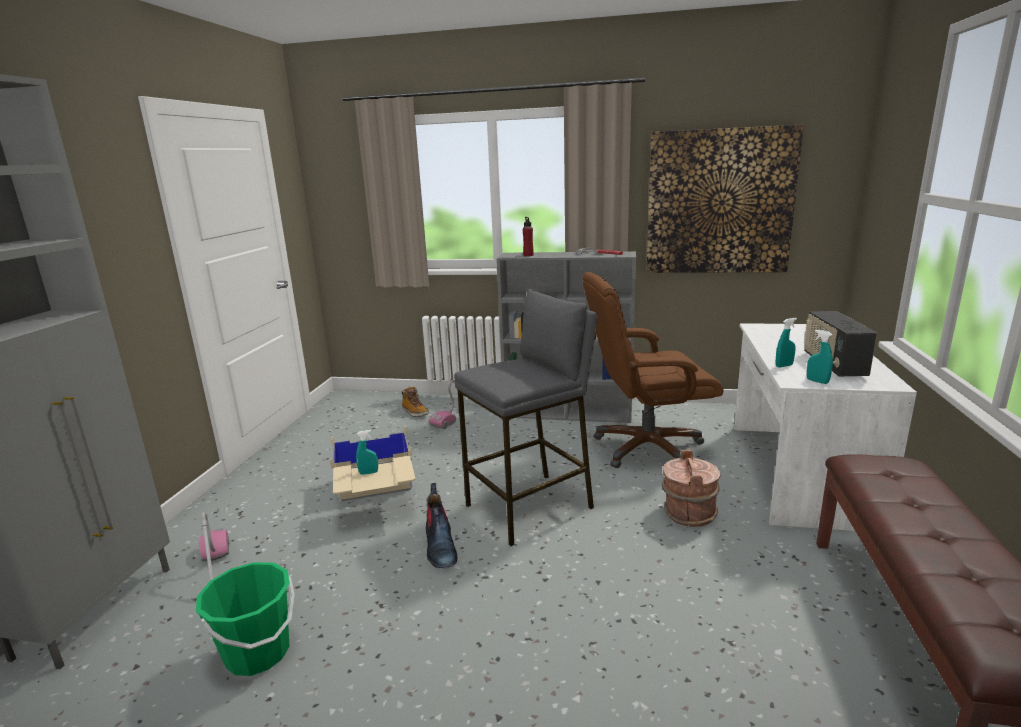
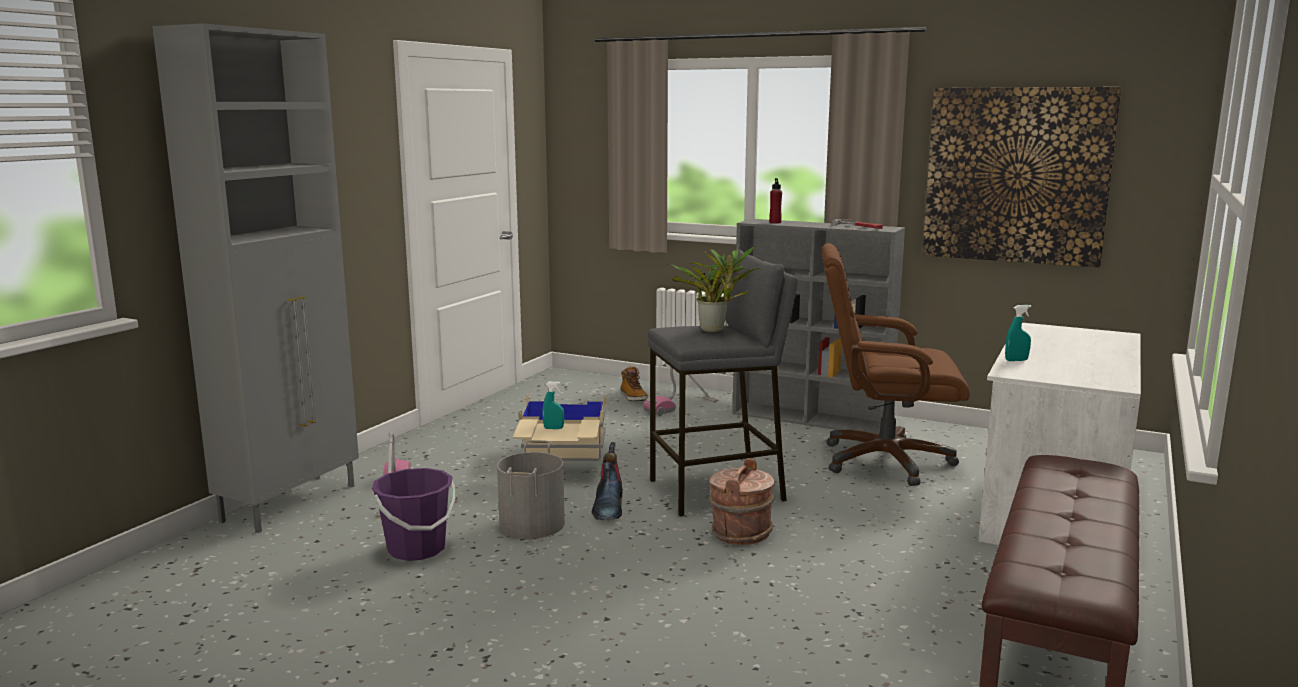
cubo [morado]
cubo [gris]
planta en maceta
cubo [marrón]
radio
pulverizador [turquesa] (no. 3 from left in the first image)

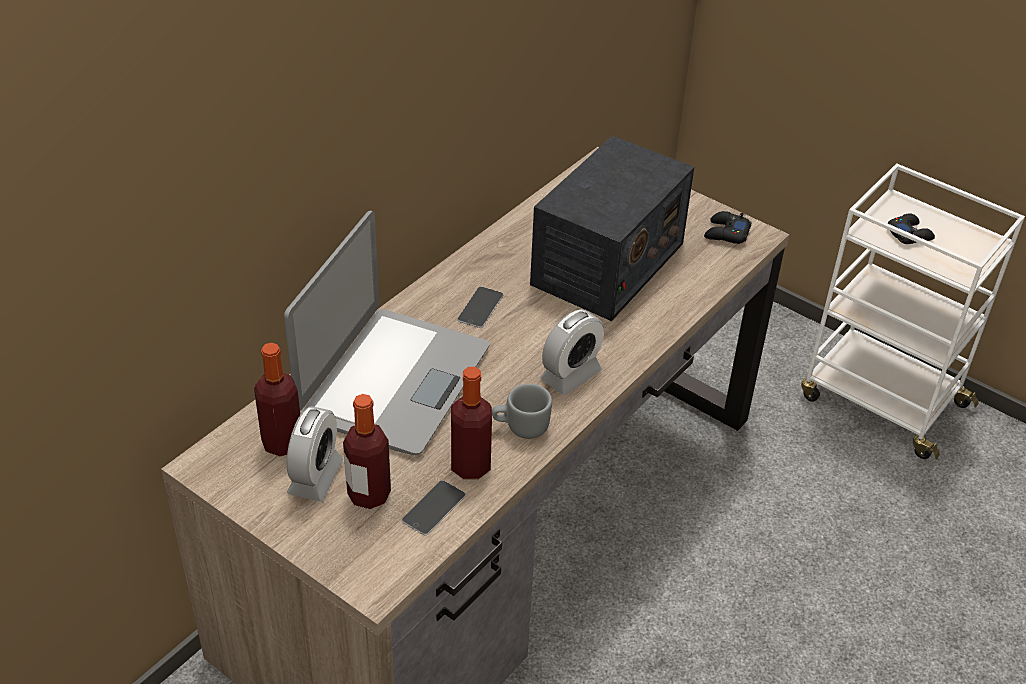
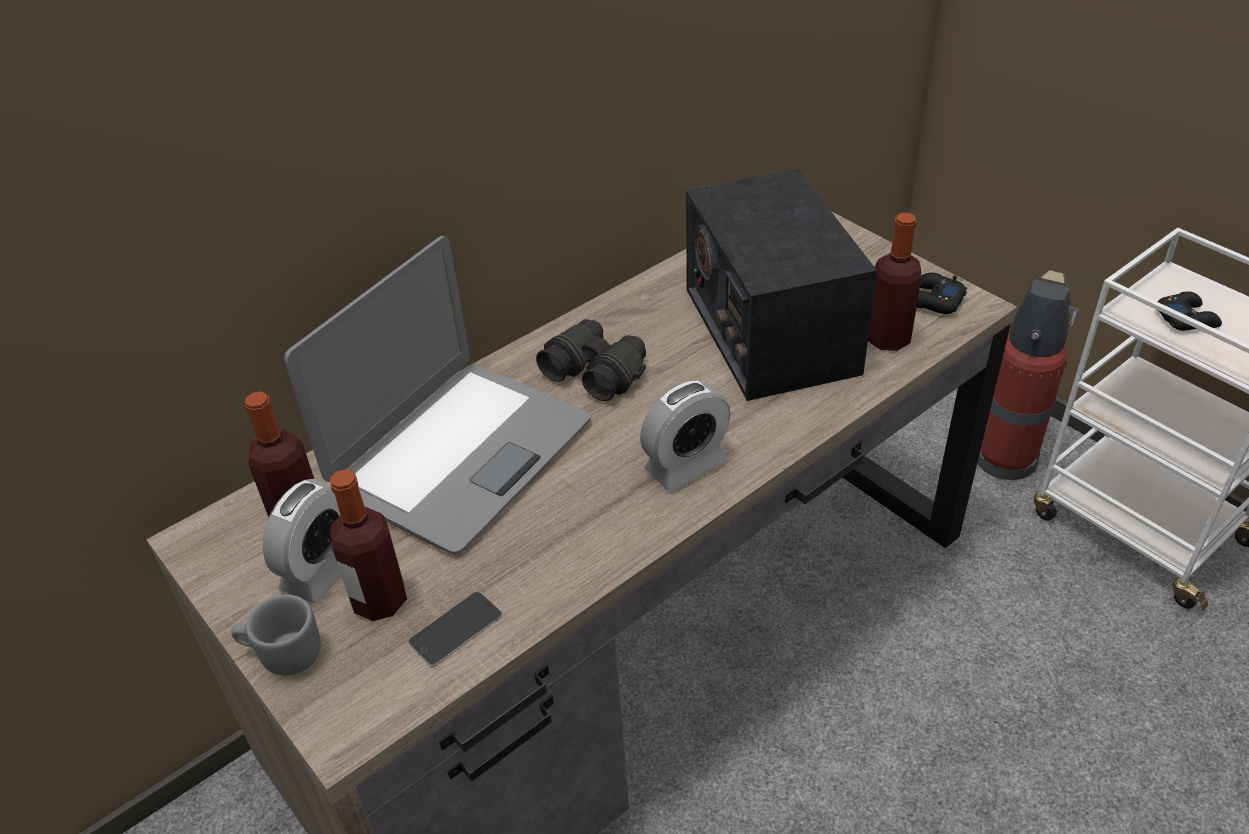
taza grande [gris]
prismáticos [negro]
radio
botella (no. 3 from left)
extintor

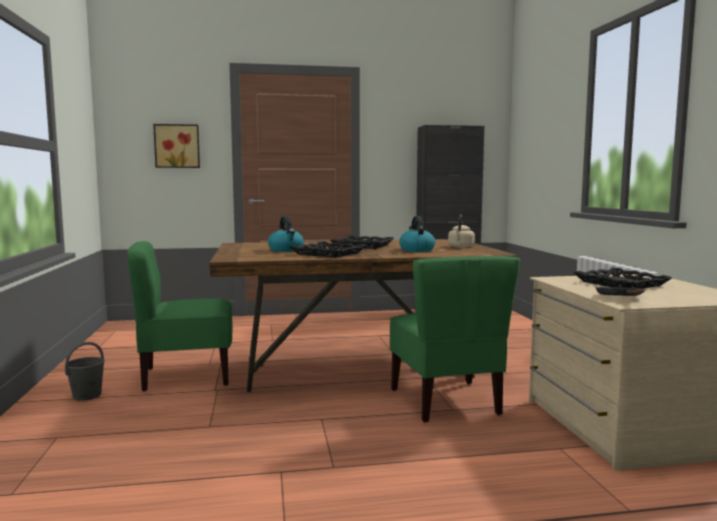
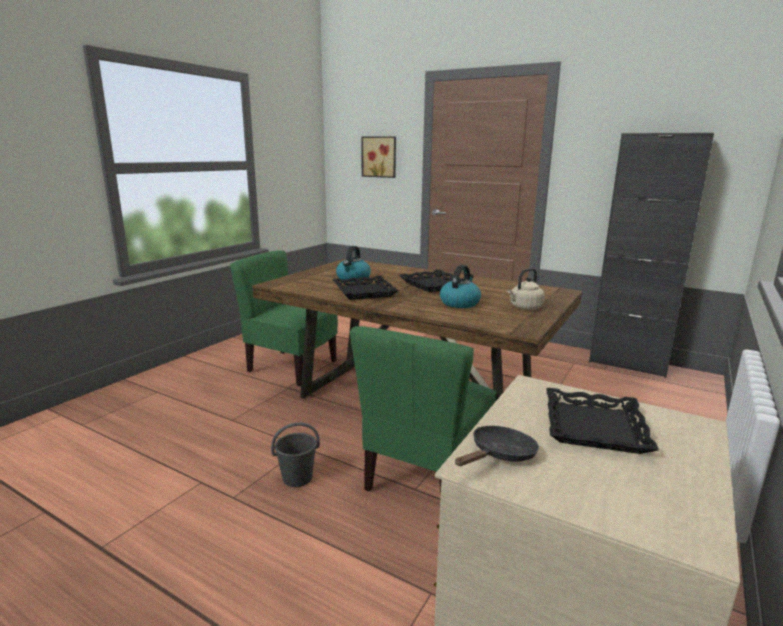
cubo [gris]

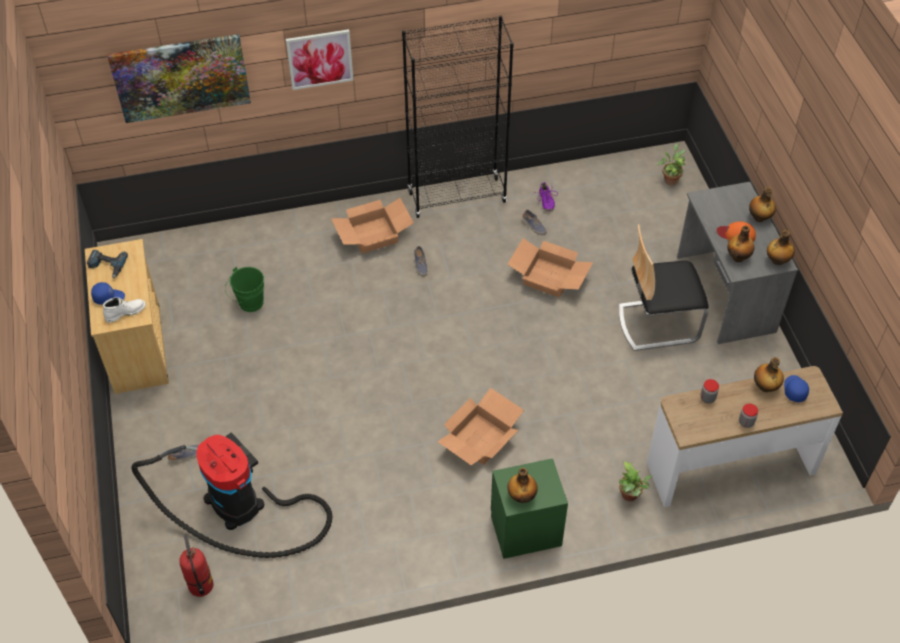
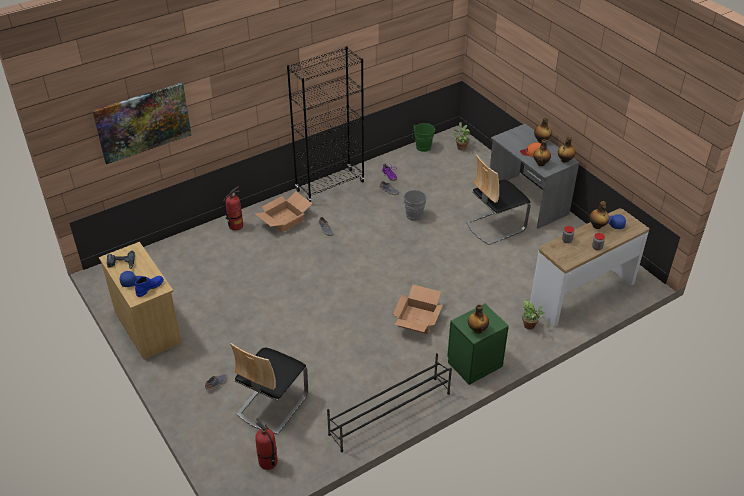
bota [azul]
extintor (no. 1 from left)
silla (no. 1 from left)
zapatero [negro]
cubo [gris]
cubo [verde]
cuadro (no. 2 from left in the first image)

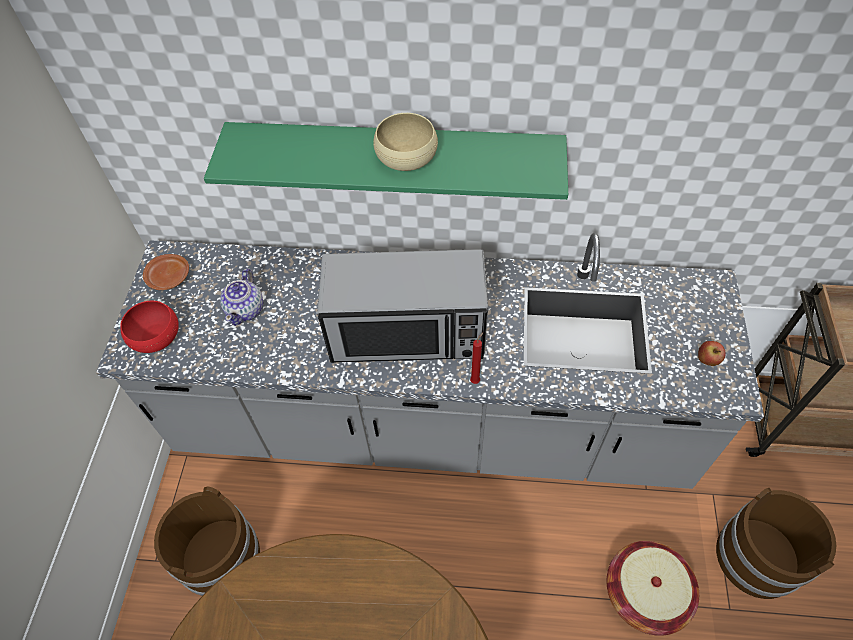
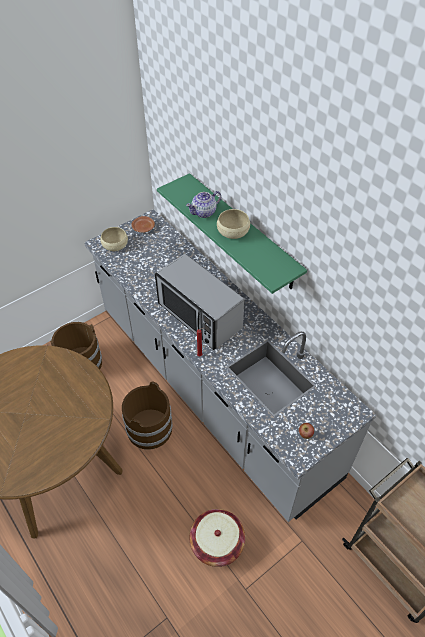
cuenco [beis] (no. 1 from left)
cubo [marrón] (no. 2 from left)
tetera

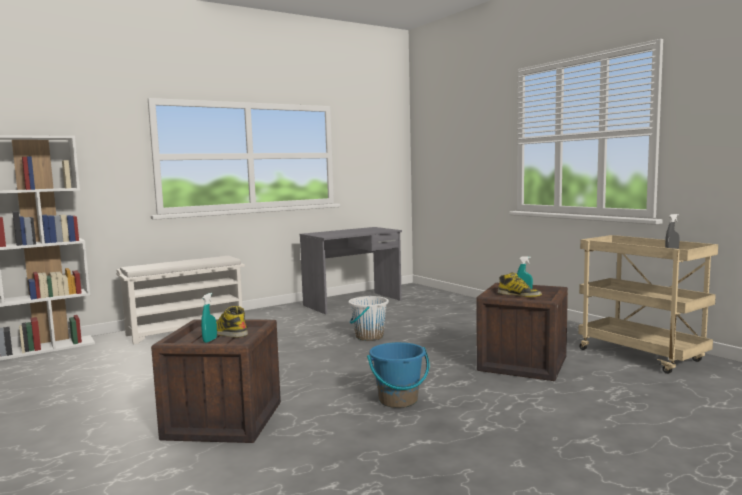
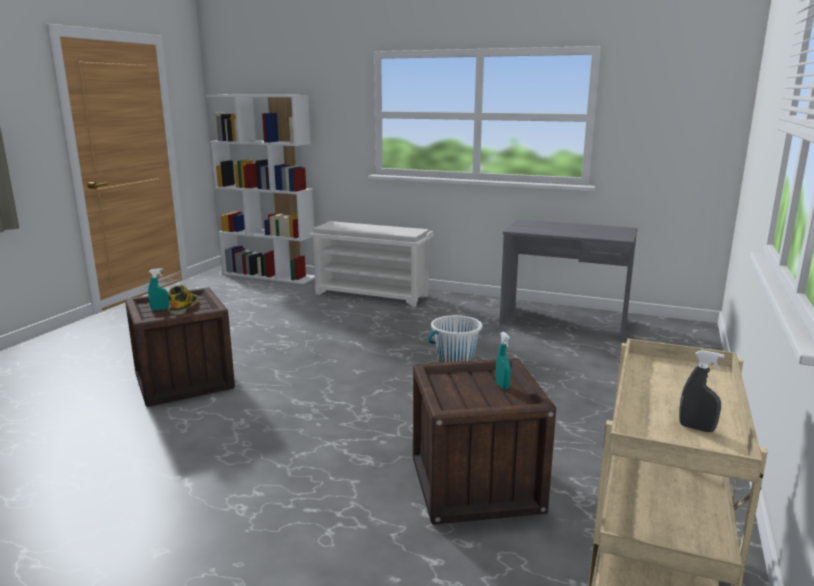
cubo [azul]
bota (no. 2 from left in the first image)

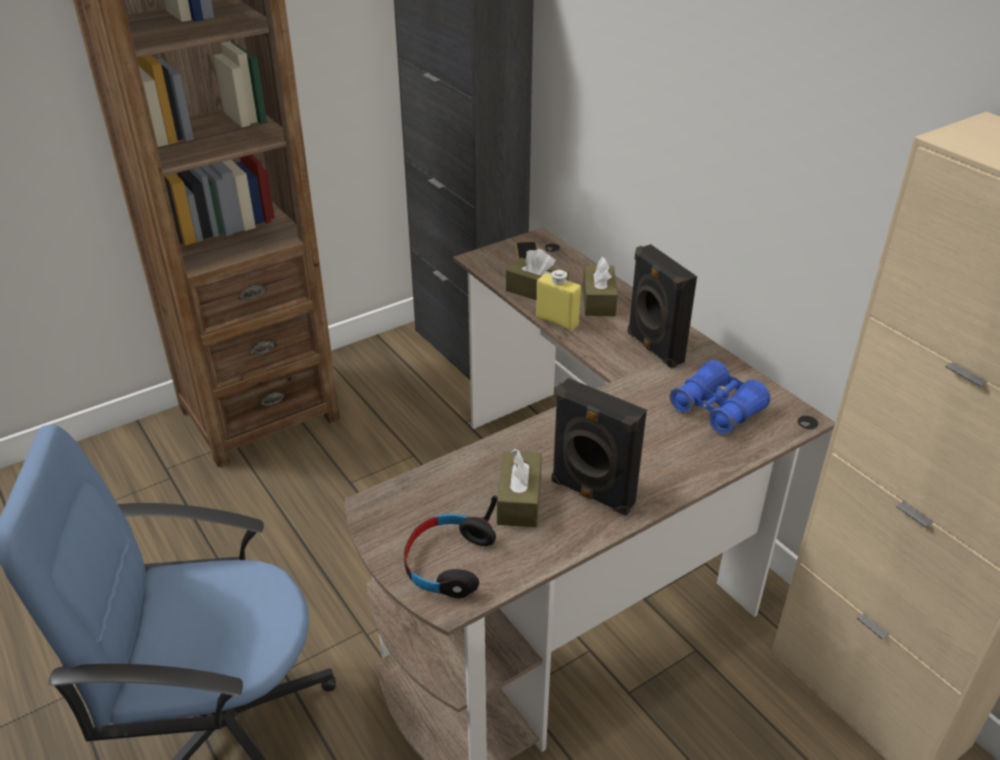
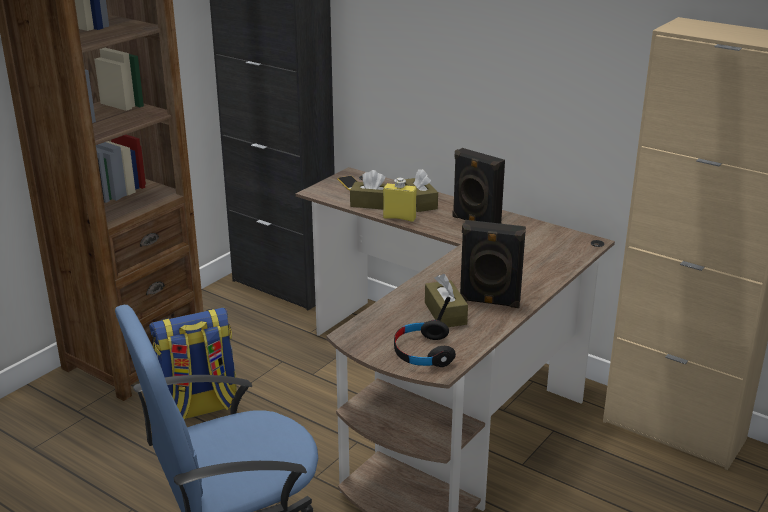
mochila
prismáticos [azul]

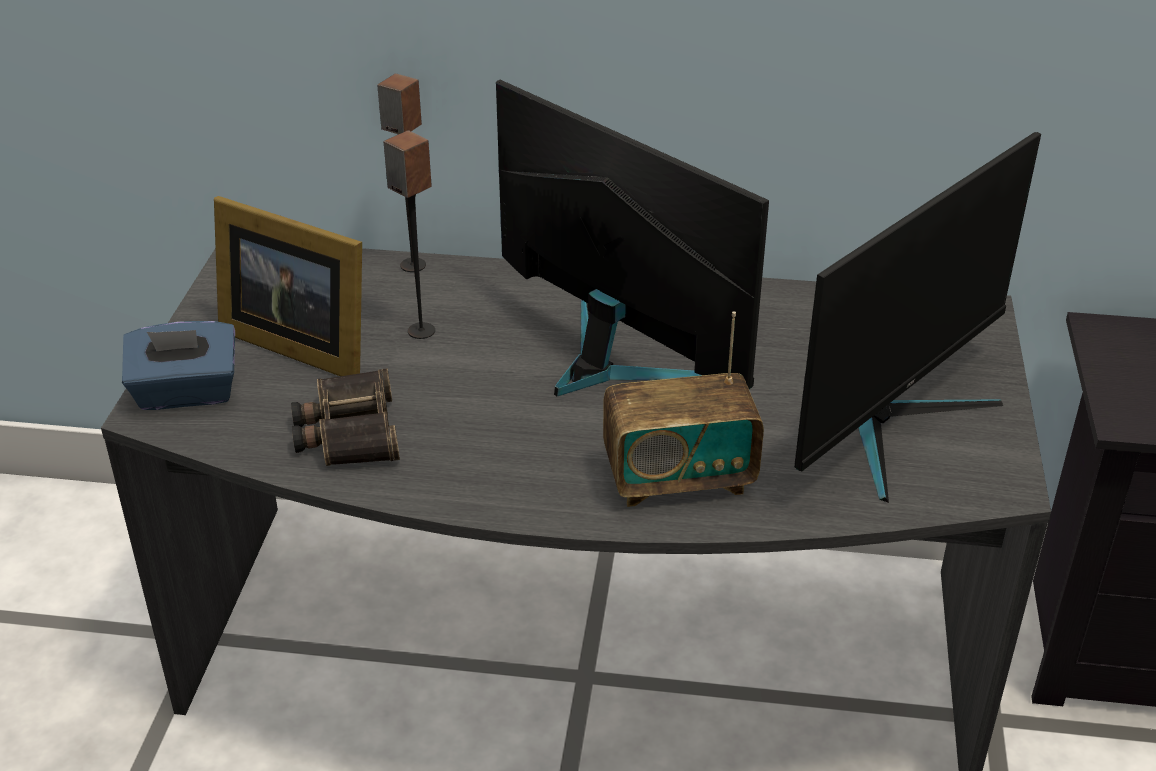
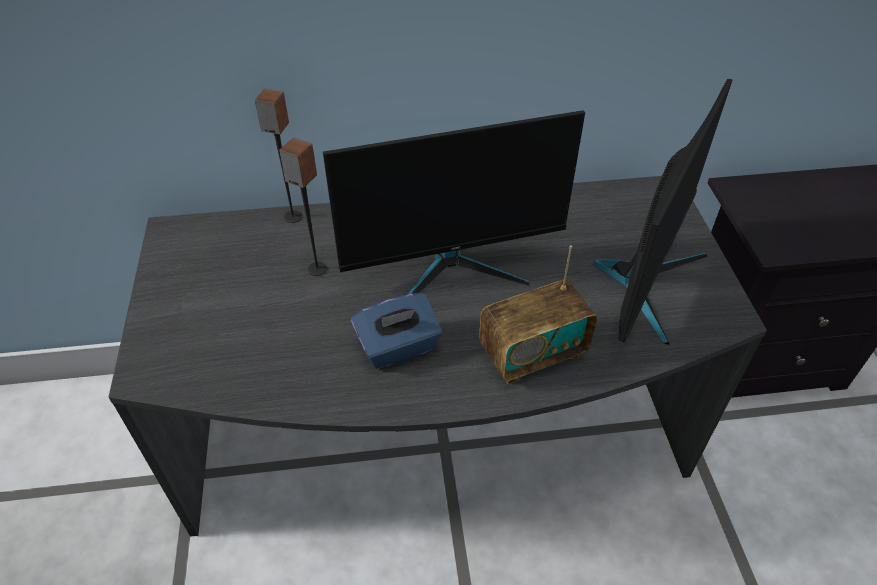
monitor (no. 1 from left)
caja de pañuelos [azul]
portarretratos
prismáticos

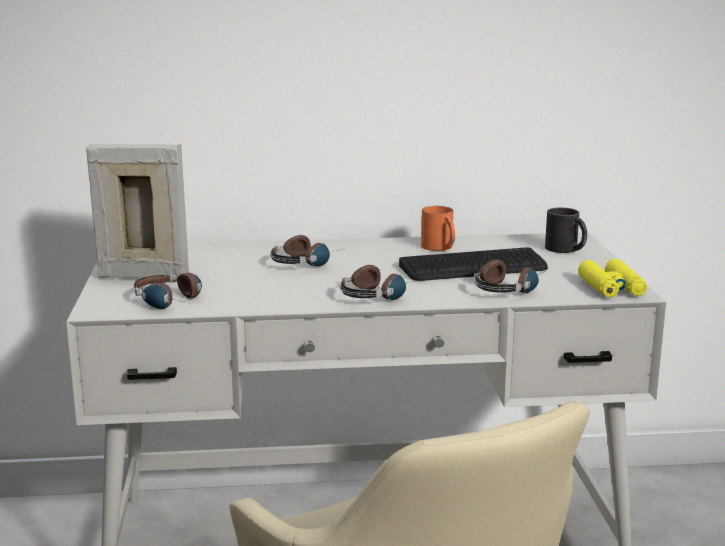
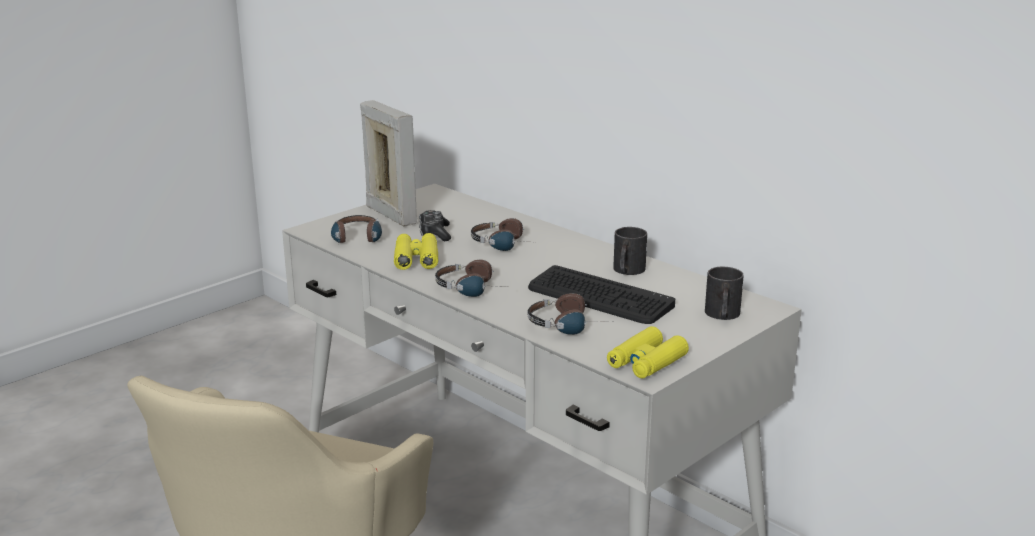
prismáticos [amarillo] (no. 1 from left)
mando de consola
taza grande [negro] (no. 1 from left)

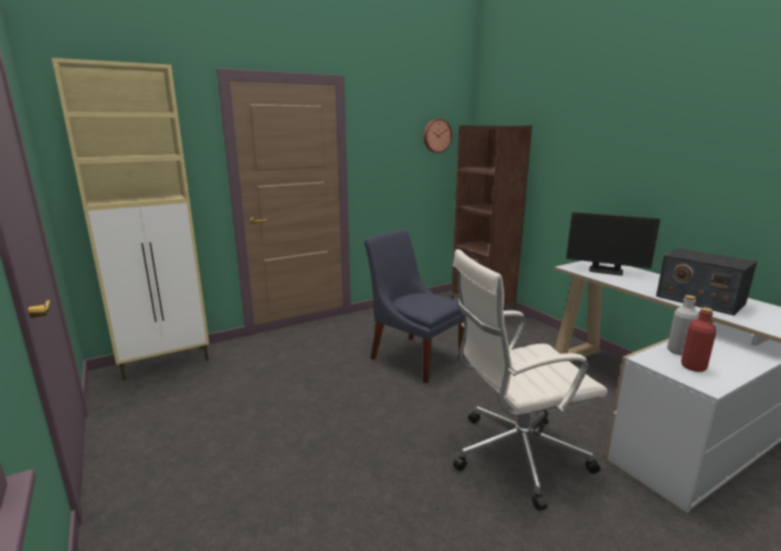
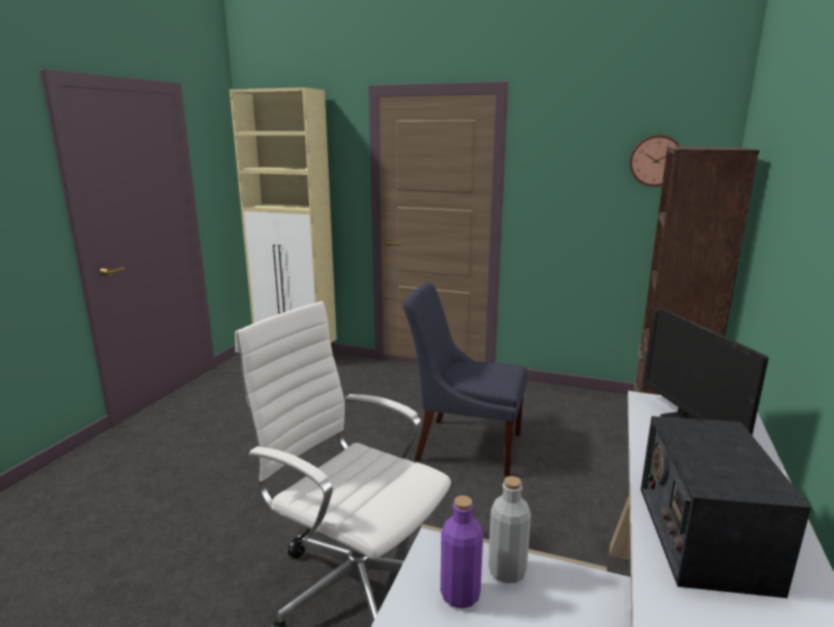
silla [azul]
botella [morado]

